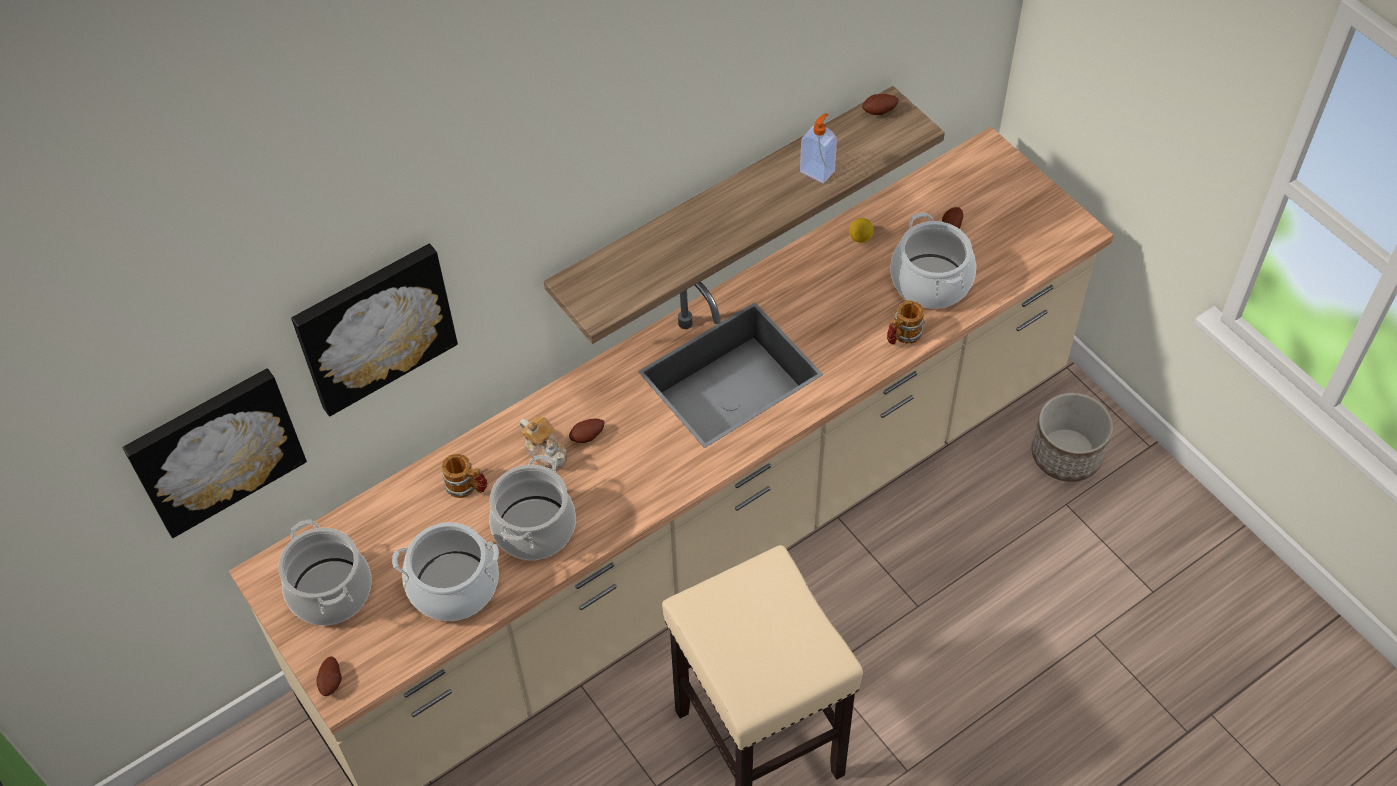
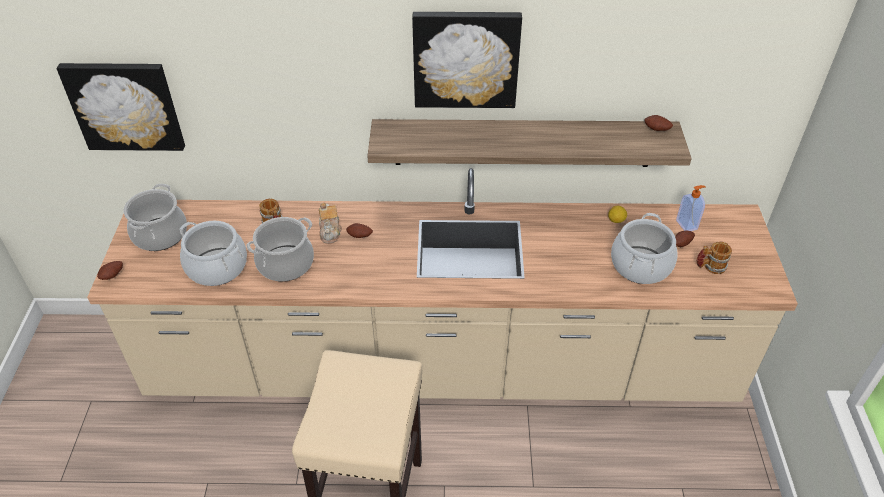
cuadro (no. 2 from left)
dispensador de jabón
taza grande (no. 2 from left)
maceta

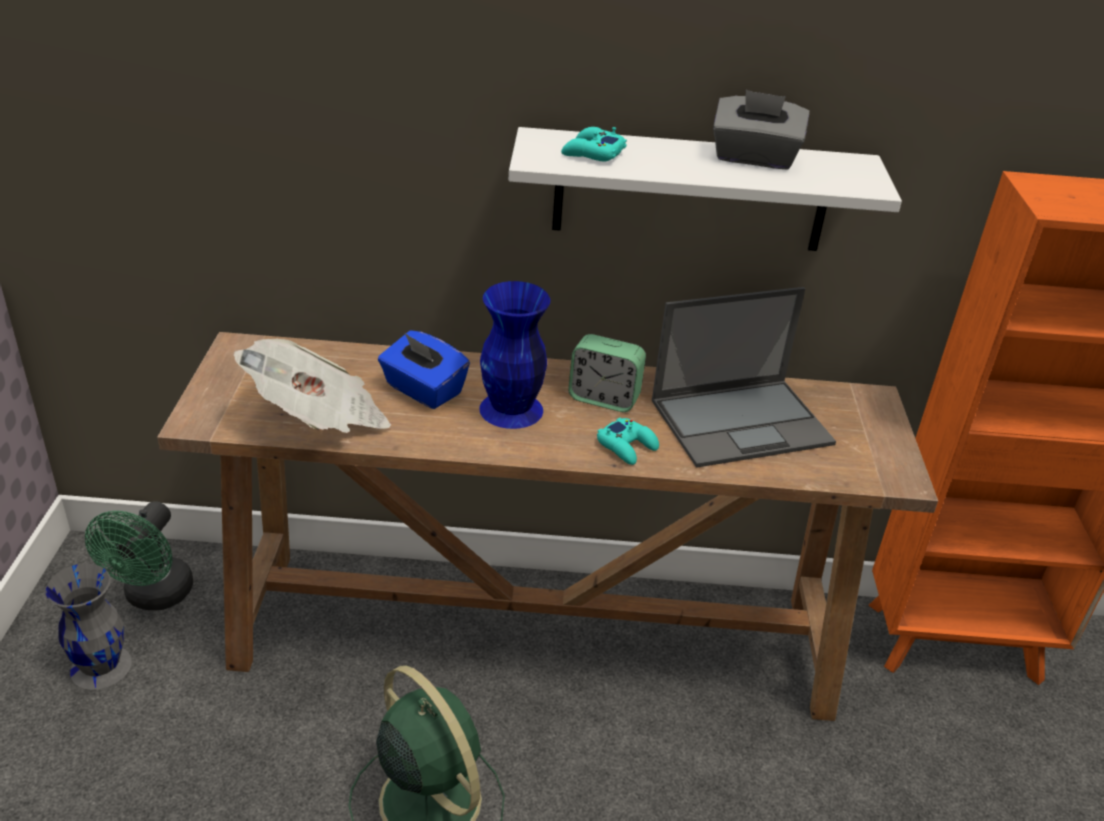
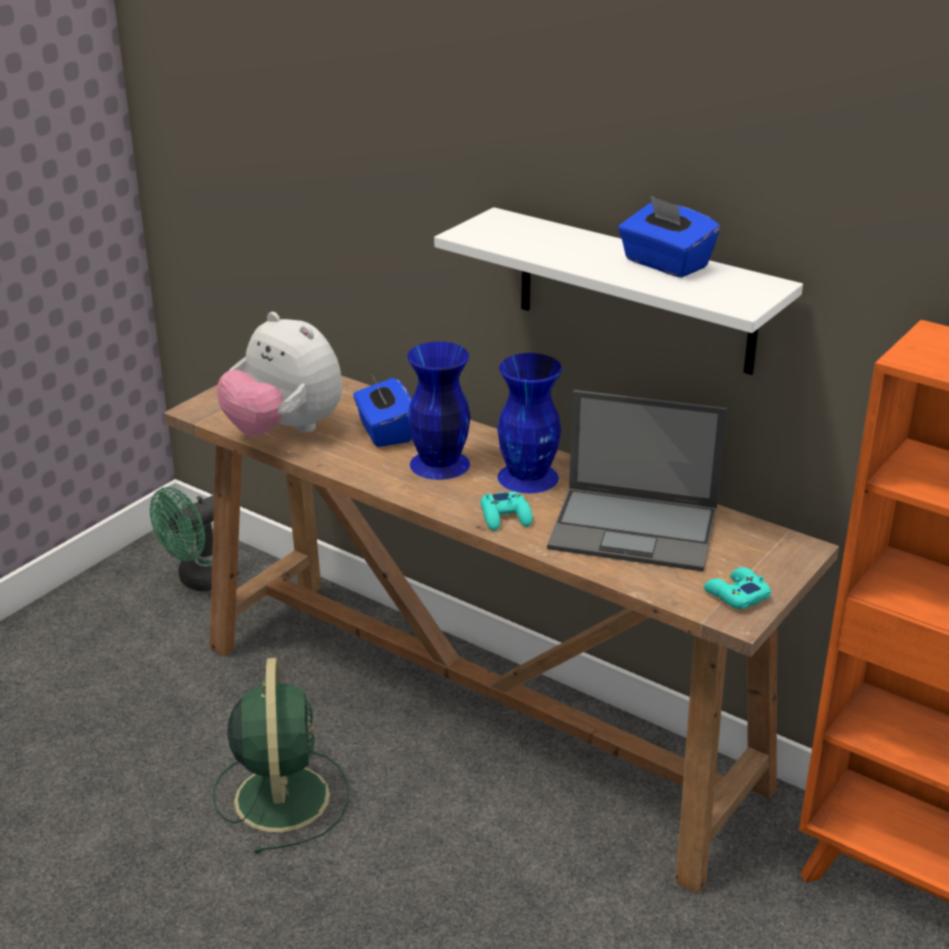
peluche
florero [azul] (no. 2 from left)
caja de pañuelos [azul] (no. 2 from left)
mando de consola [turquesa] (no. 2 from left)
florero [gris]

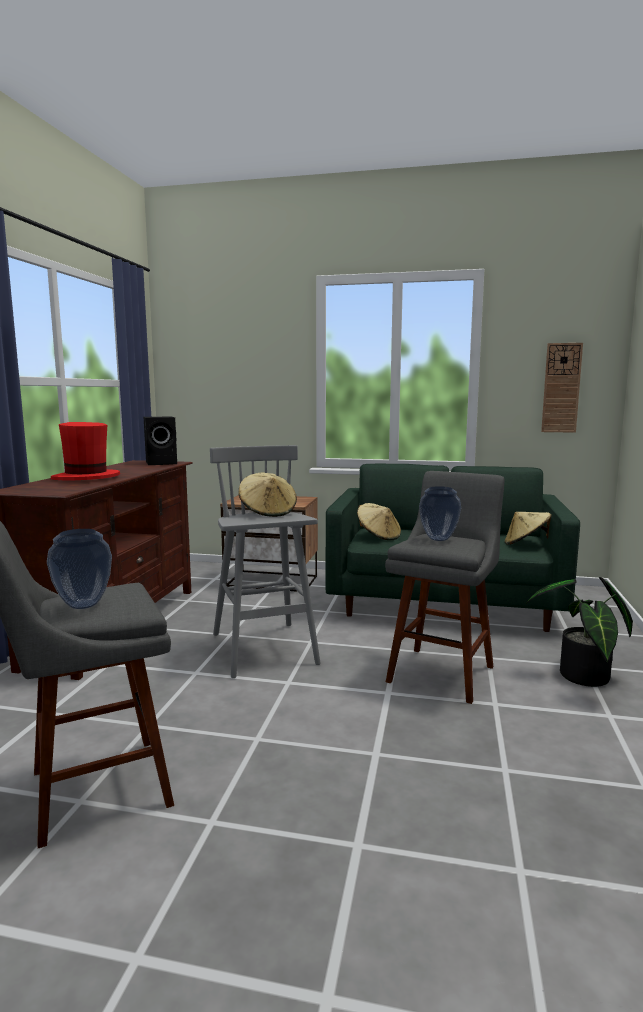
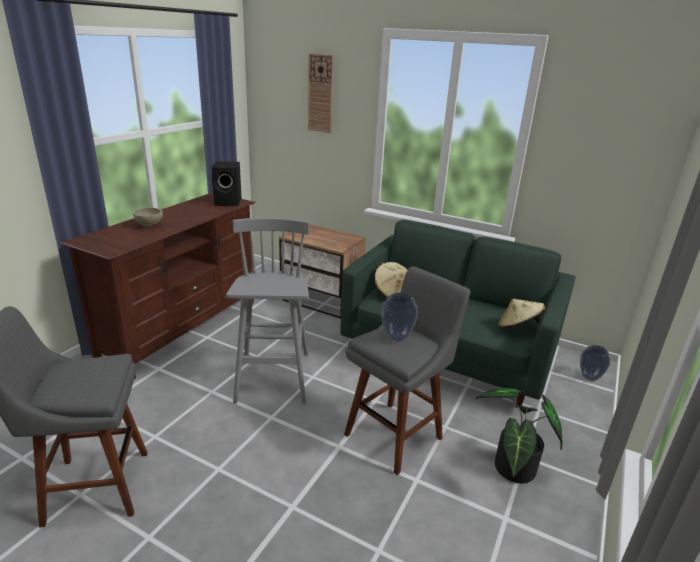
cuenco [beis]
reloj de pared
florero (no. 2 from left)
sombrero [beis] (no. 1 from left in the first image)

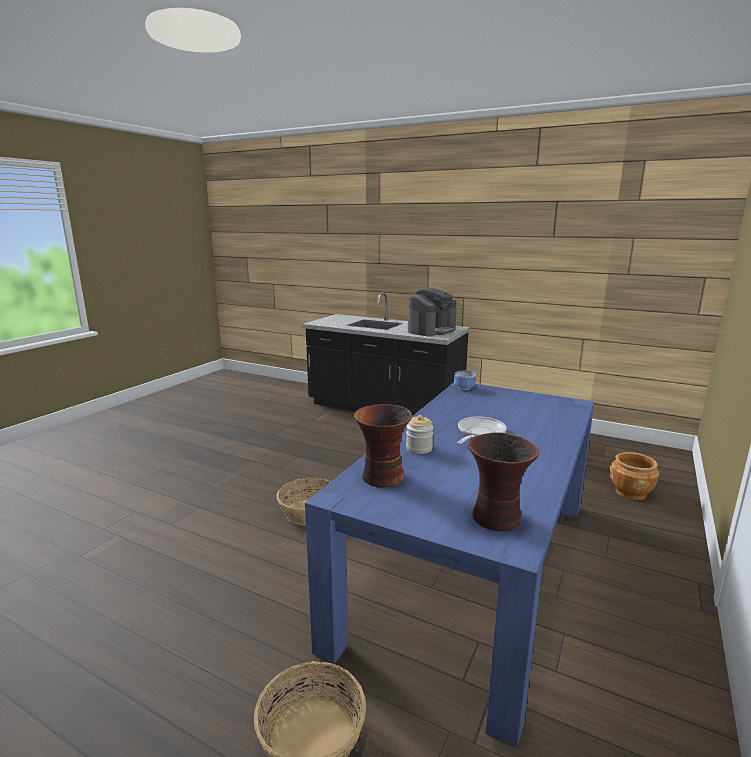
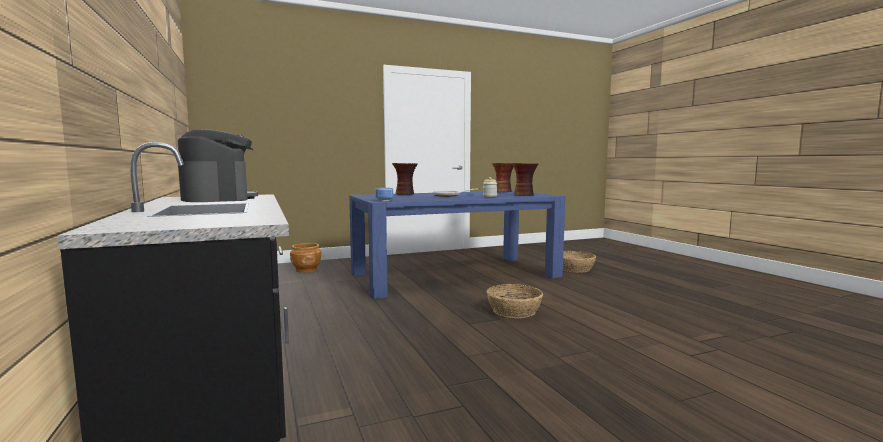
cafetera
florero (no. 1 from left)

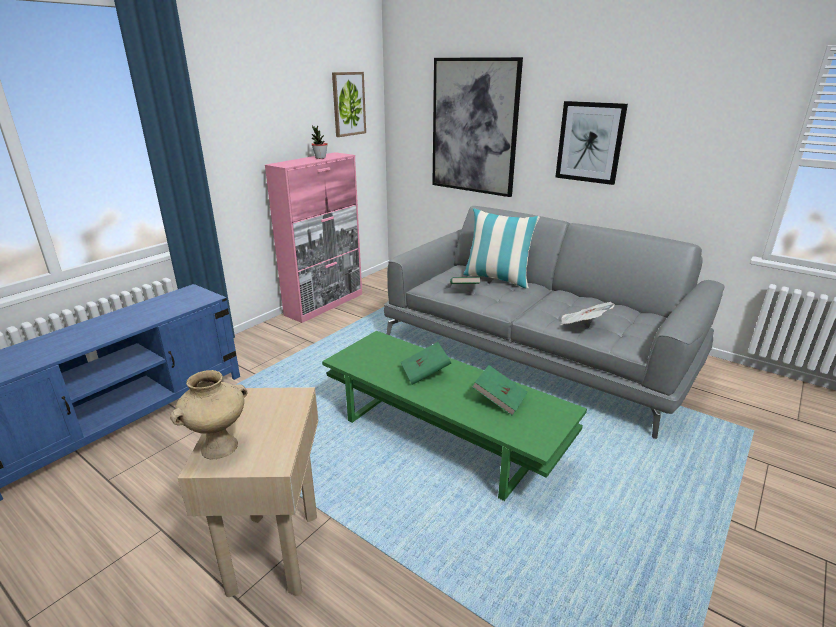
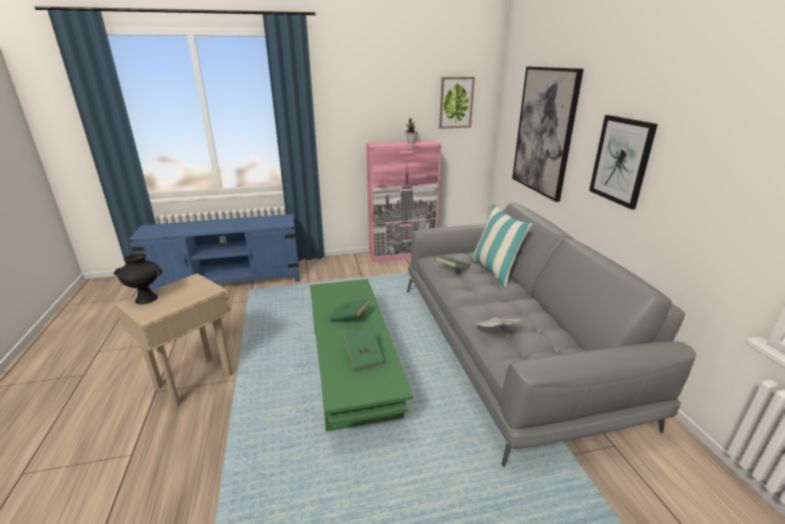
florero [negro]

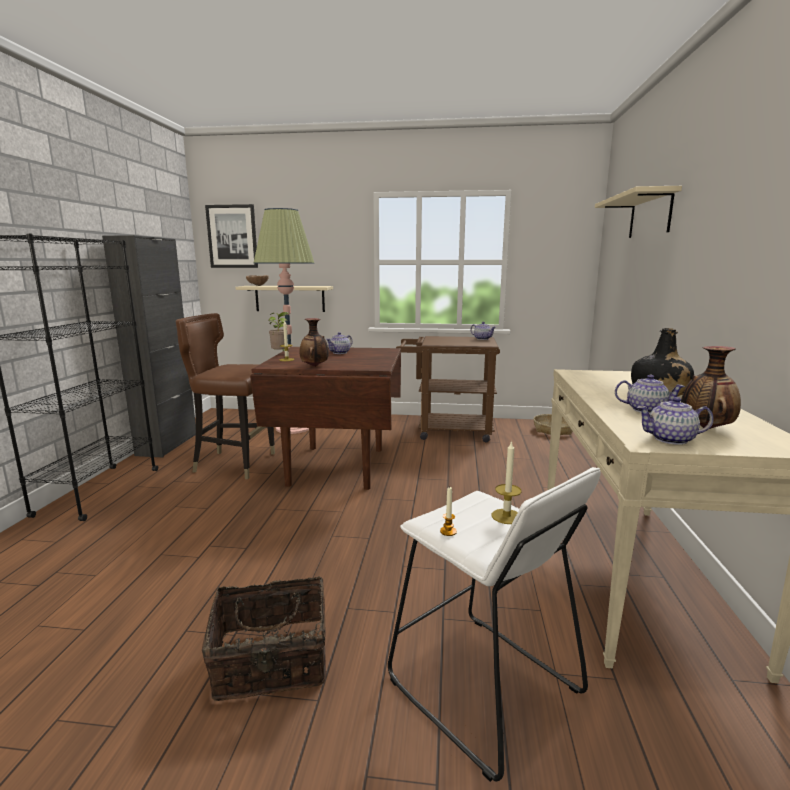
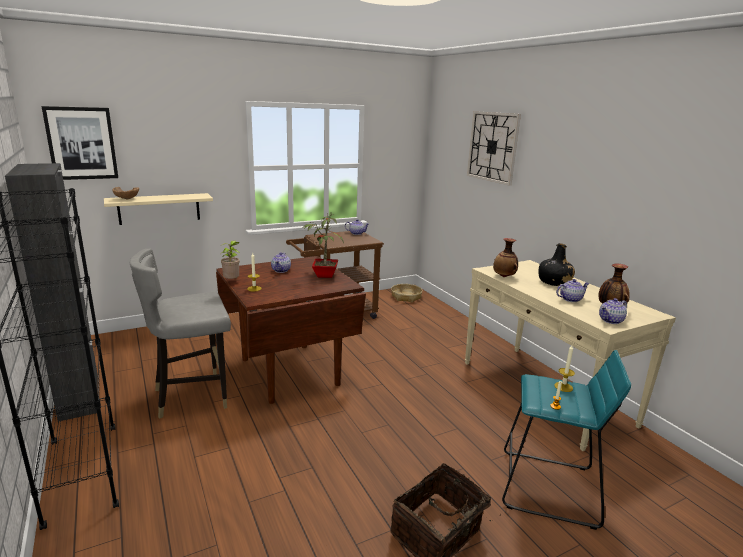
silla [gris]
planta en maceta (no. 2 from left)
reloj de pared
florero (no. 1 from left)
taburete [turquesa]
lámpara de pie

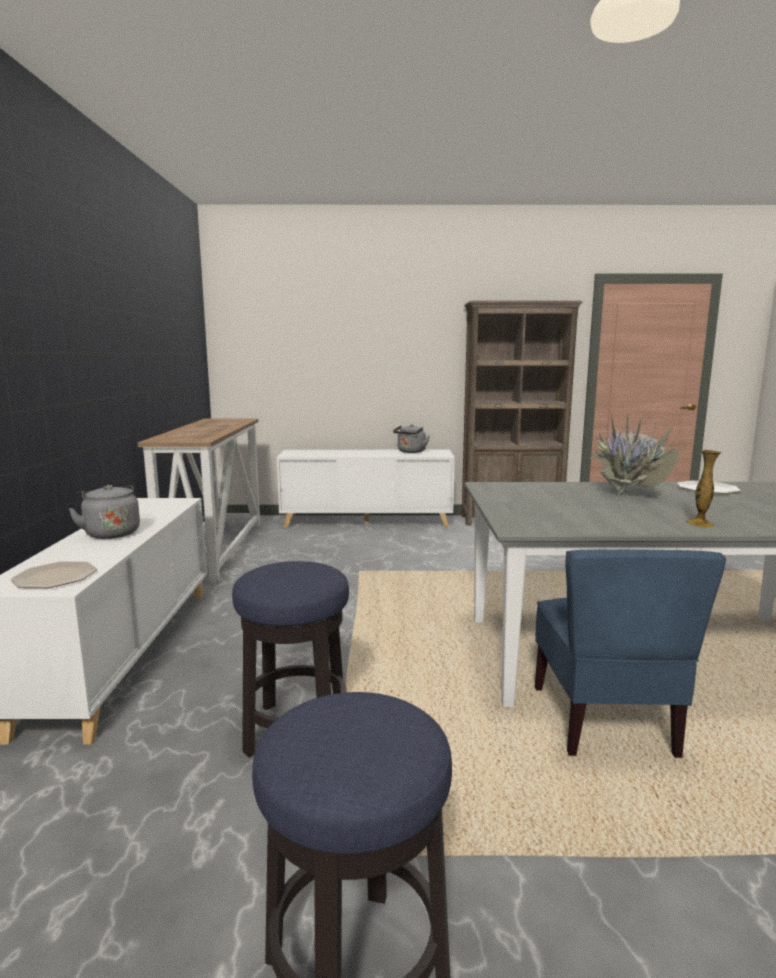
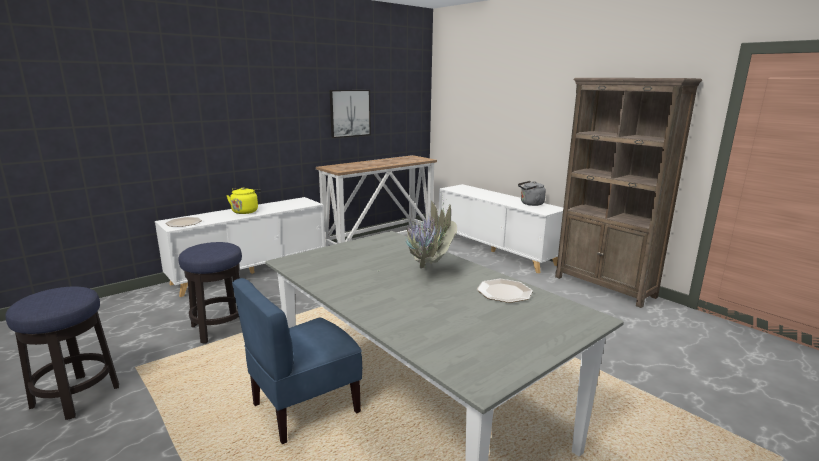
hervidor [amarillo]
cuadro
florero

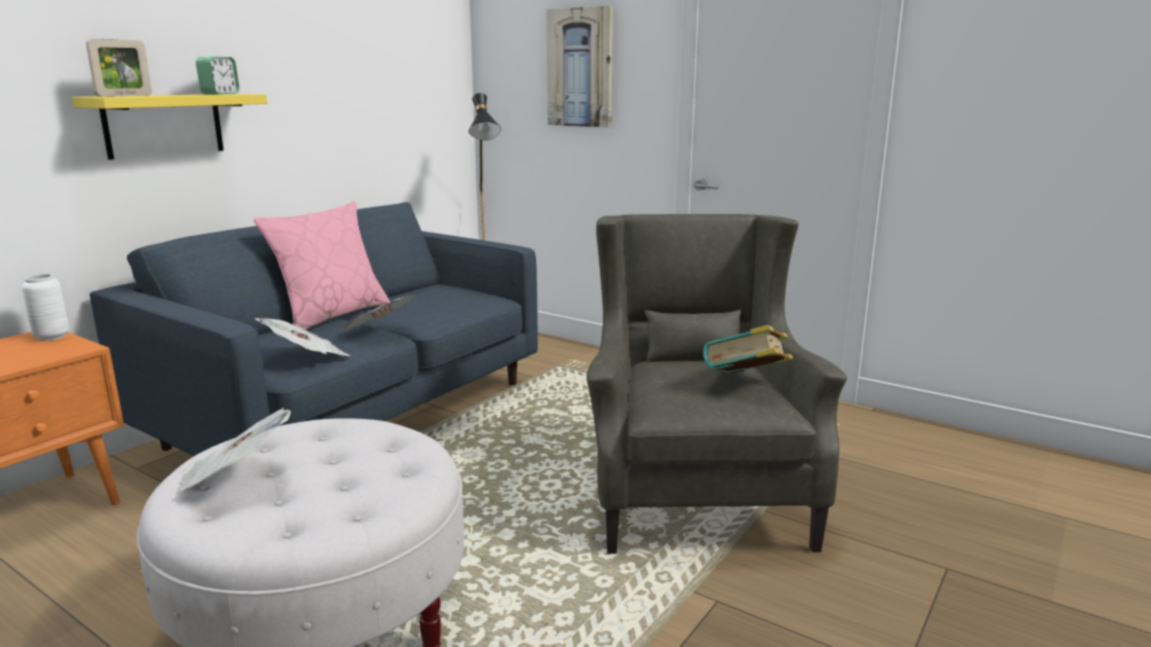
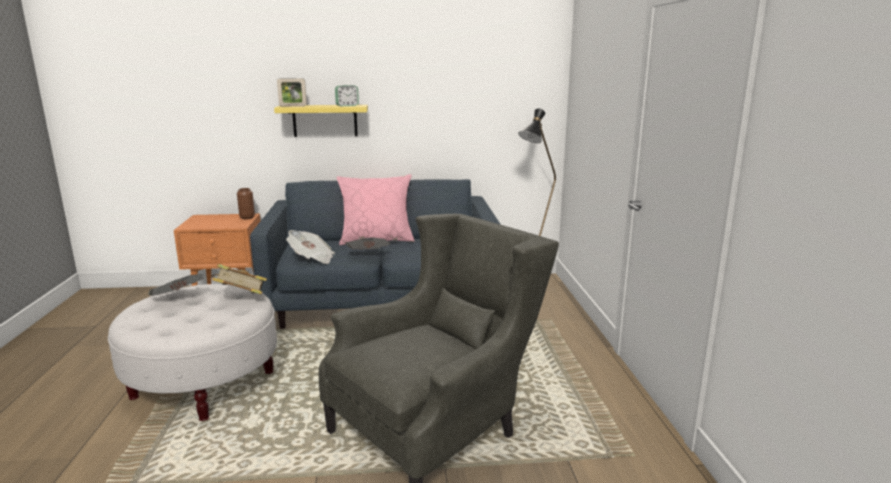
libro
florero [marrón]
cuadro

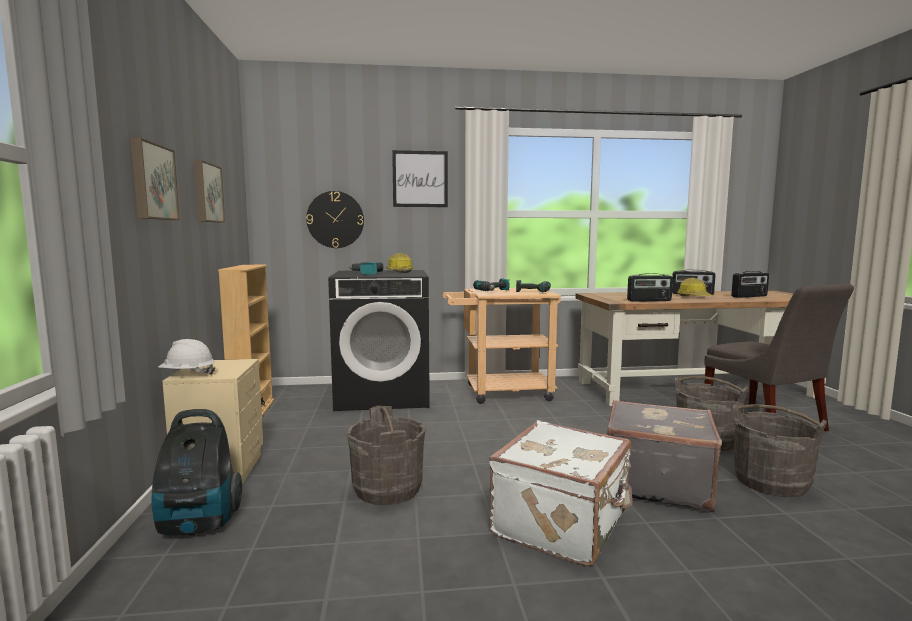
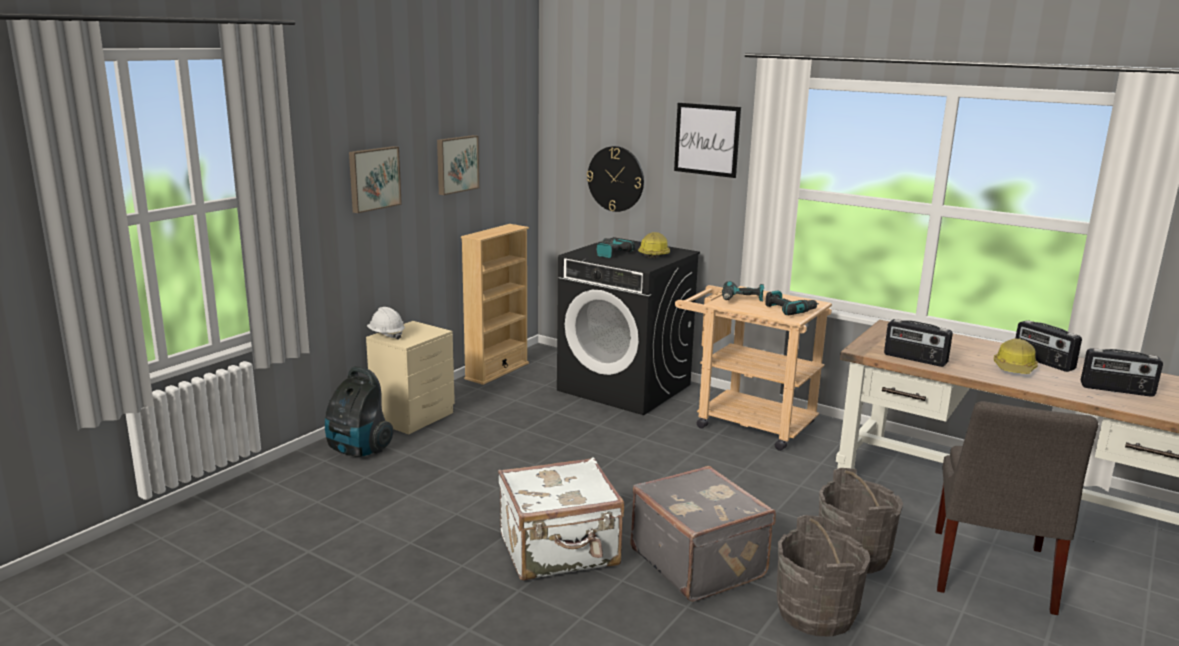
cubo [gris] (no. 1 from left in the first image)

